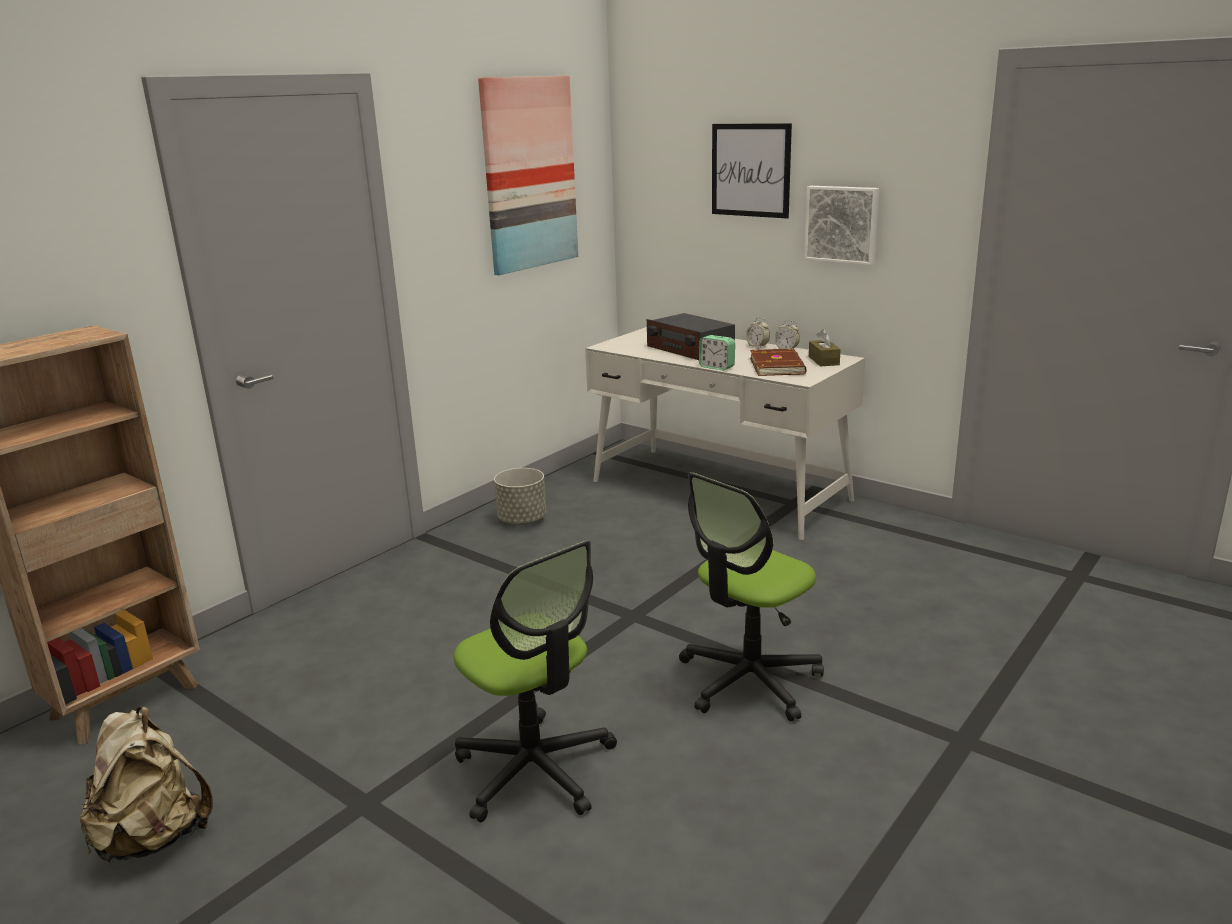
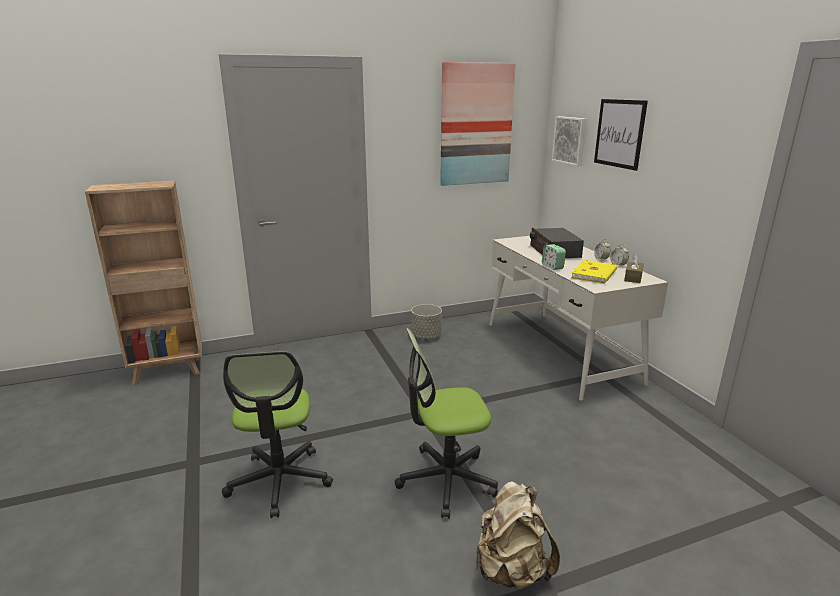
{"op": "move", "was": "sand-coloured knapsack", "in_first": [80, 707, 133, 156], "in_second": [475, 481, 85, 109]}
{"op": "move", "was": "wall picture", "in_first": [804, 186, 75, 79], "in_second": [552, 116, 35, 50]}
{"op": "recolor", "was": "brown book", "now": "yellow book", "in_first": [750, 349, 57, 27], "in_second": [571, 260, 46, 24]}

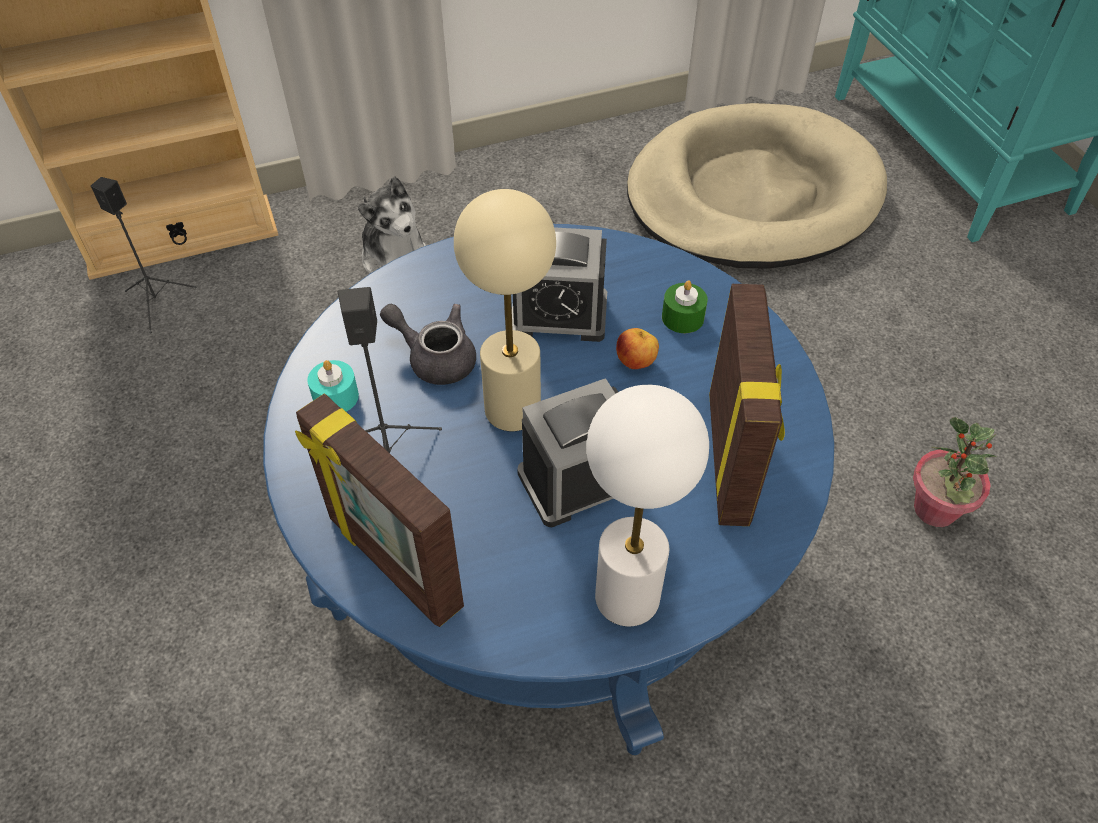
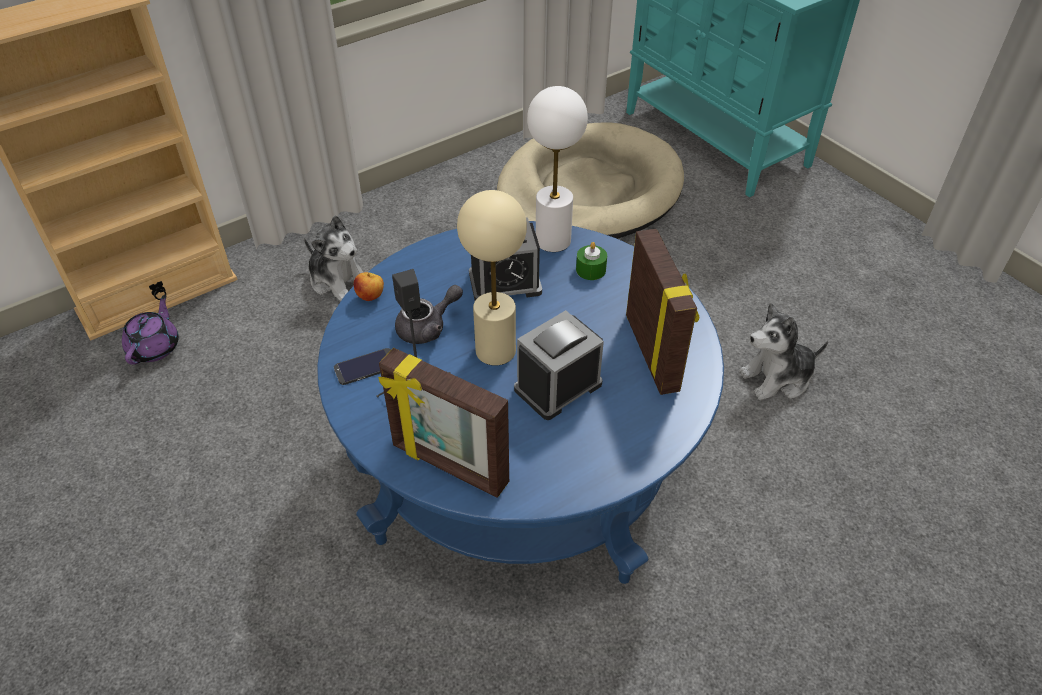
{"op": "move", "was": "whitish tabletop lamp", "in_first": [586, 385, 123, 242], "in_second": [527, 86, 61, 166]}
{"op": "move", "was": "apple fruit", "in_first": [616, 328, 43, 41], "in_second": [354, 272, 30, 29]}
{"op": "replace", "was": "black audio speaker", "now": "purple tea pot", "in_first": [91, 177, 106, 157], "in_second": [122, 294, 57, 71]}
{"op": "replace", "was": "blue-green candle", "now": "telephone", "in_first": [307, 360, 52, 51], "in_second": [334, 348, 57, 37]}
{"op": "replace", "was": "plant in a pot", "now": "soft toy", "in_first": [913, 417, 83, 110], "in_second": [739, 303, 89, 97]}
{"op": "rotate", "was": "greyish tea pot", "in_first": [380, 303, 96, 82], "in_second": [395, 285, 68, 59], "clockwise": 135}

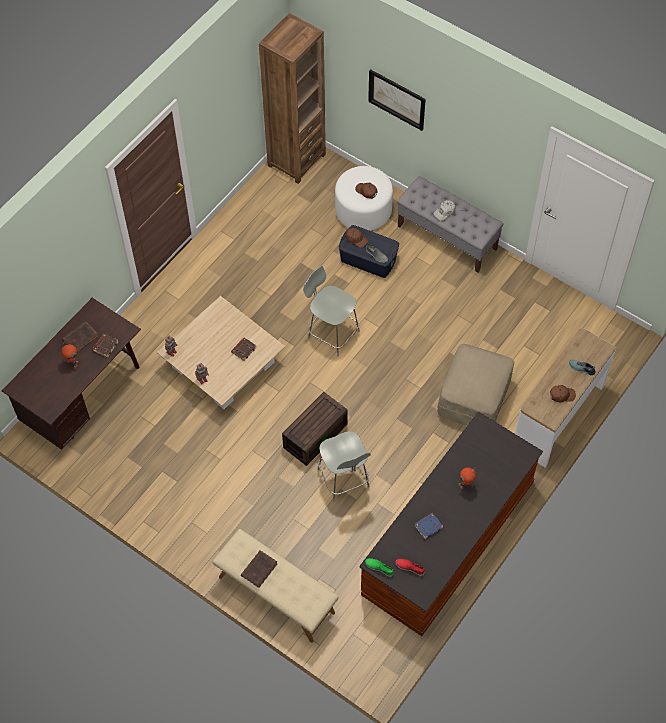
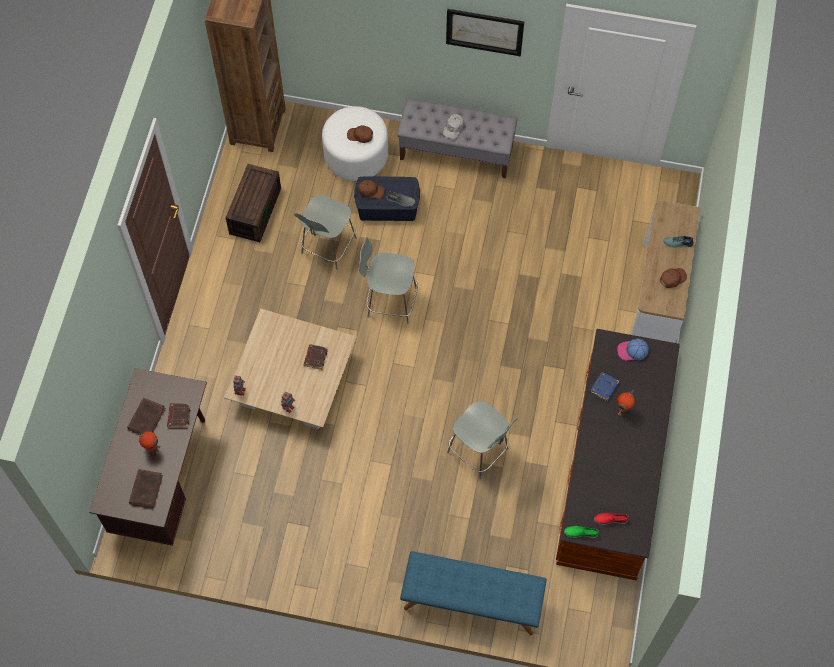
{"op": "delete", "was": "sand-coloured pouffe", "in_first": [438, 344, 76, 81]}
{"op": "insert", "now": "greyish plain chair", "in_second": [294, 195, 63, 75]}
{"op": "insert", "now": "peaked cap", "in_second": [618, 338, 31, 22]}
{"op": "move", "was": "brown book", "in_first": [241, 550, 37, 38], "in_second": [129, 469, 34, 39]}
{"op": "move", "was": "brown storage box", "in_first": [282, 392, 65, 74], "in_second": [226, 164, 55, 78]}
{"op": "move", "was": "wall picture", "in_first": [368, 69, 58, 62], "in_second": [446, 9, 78, 47]}
{"op": "move", "was": "blue-coloured book", "in_first": [414, 513, 29, 26], "in_second": [590, 372, 29, 29]}
{"op": "recolor", "was": "sand-coloured long seat", "now": "blue-coloured long seat", "in_first": [212, 529, 127, 114], "in_second": [400, 551, 147, 84]}

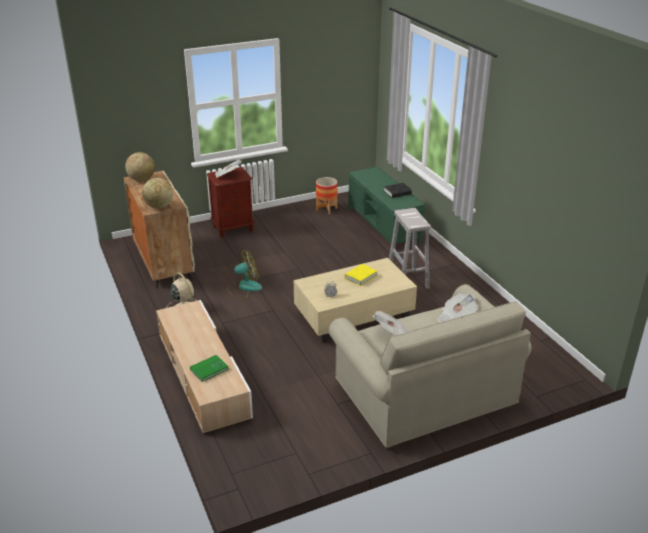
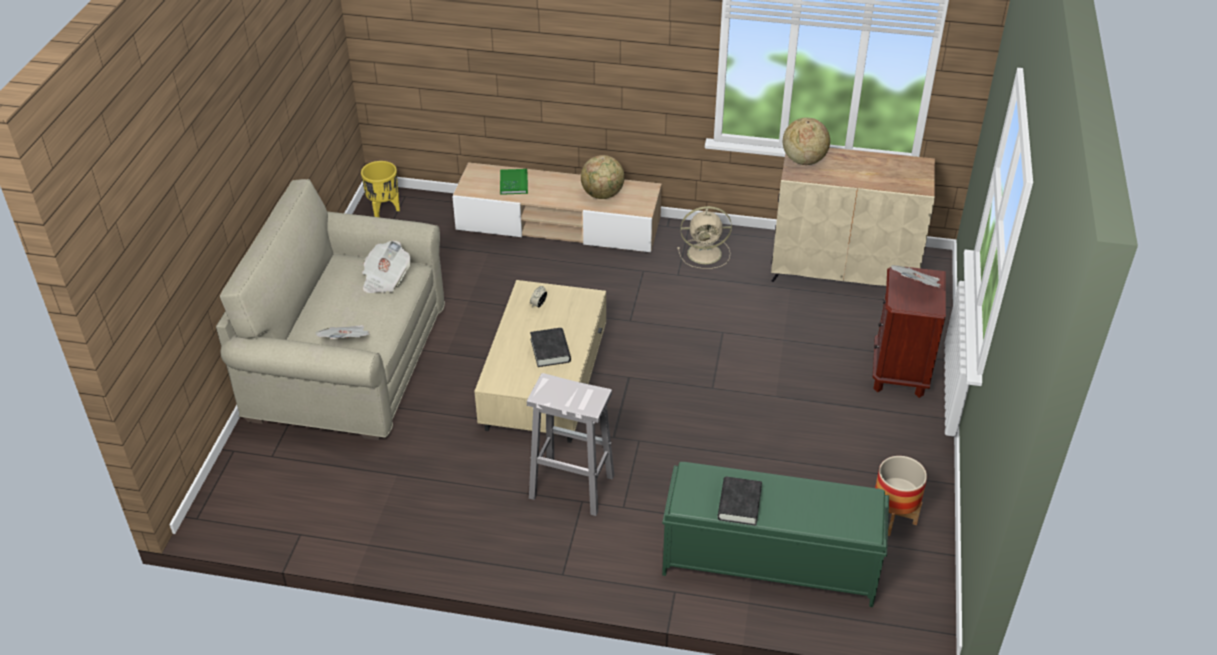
{"op": "delete", "was": "fan", "in_first": [227, 250, 35, 49]}
{"op": "insert", "now": "yellow flower pot", "in_second": [361, 161, 39, 56]}
{"op": "move", "was": "globe", "in_first": [125, 152, 30, 29], "in_second": [581, 155, 43, 44]}
{"op": "recolor", "was": "yellow book", "now": "black book", "in_first": [345, 264, 32, 22], "in_second": [530, 328, 41, 39]}

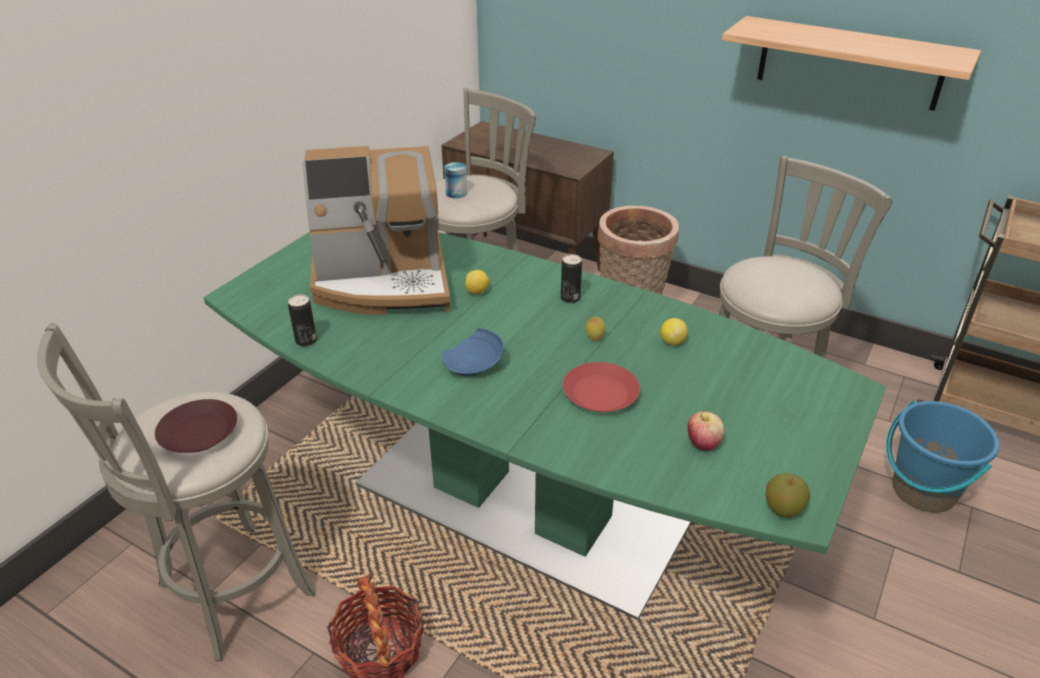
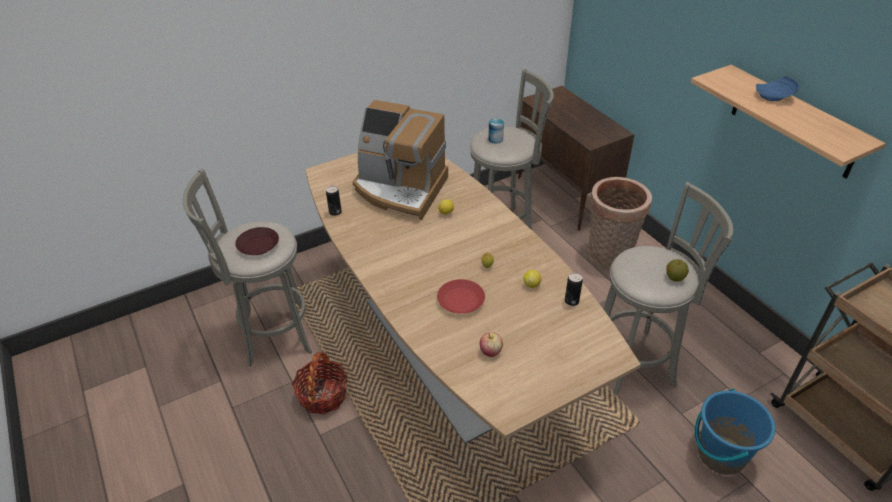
{"op": "move", "was": "blue-coloured flat dish", "in_first": [441, 328, 63, 48], "in_second": [756, 76, 43, 25]}
{"op": "move", "was": "metal can", "in_first": [561, 254, 21, 49], "in_second": [565, 272, 18, 34]}
{"op": "move", "was": "apple fruit", "in_first": [766, 473, 45, 45], "in_second": [666, 259, 23, 23]}
{"op": "recolor", "was": "green-coloured dining table", "now": "brown dining table", "in_first": [203, 232, 683, 388], "in_second": [305, 152, 336, 292]}

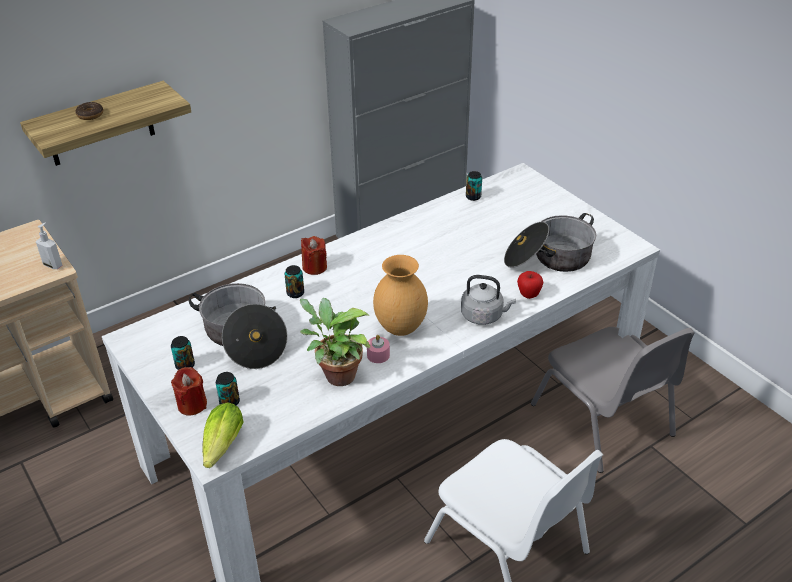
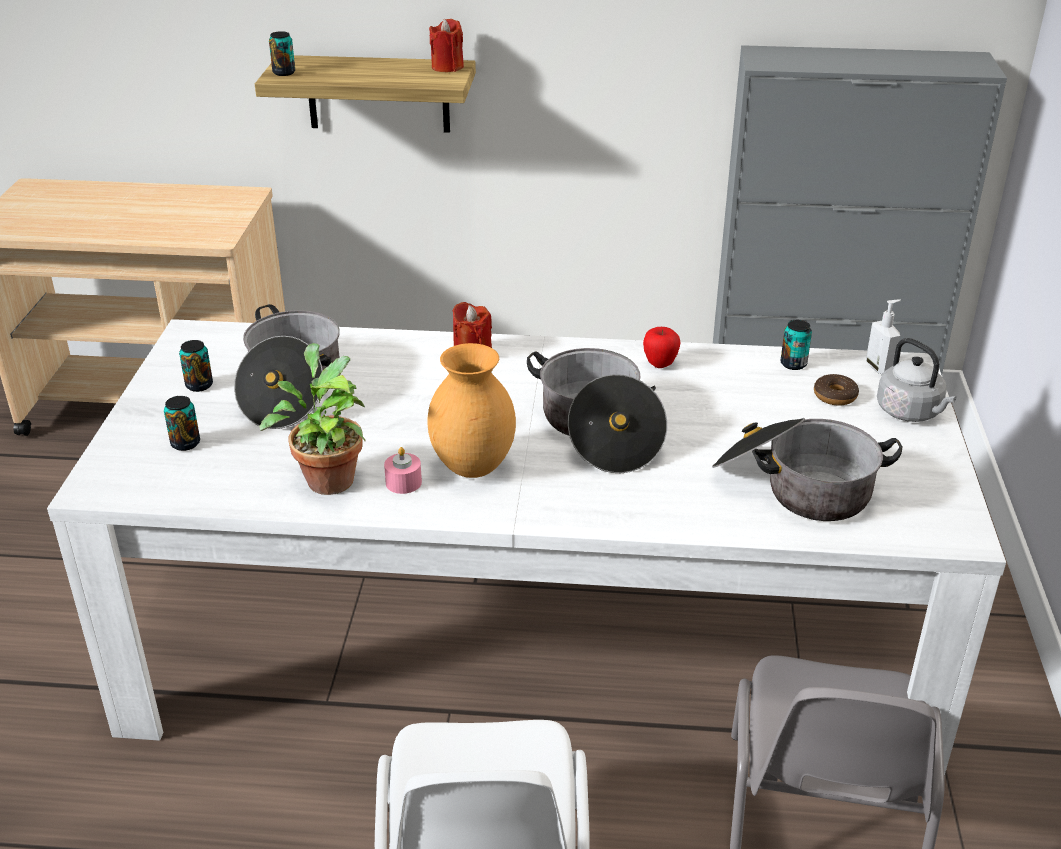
{"op": "delete", "was": "head of lettuce", "in_first": [202, 403, 41, 65]}
{"op": "insert", "now": "saucepot", "in_second": [527, 348, 140, 125]}
{"op": "move", "was": "soap dispenser", "in_first": [36, 222, 27, 47], "in_second": [866, 299, 35, 75]}
{"op": "move", "was": "ring doughnut", "in_first": [75, 102, 28, 18], "in_second": [814, 374, 45, 32]}
{"op": "move", "was": "red candle", "in_first": [171, 367, 36, 49], "in_second": [429, 19, 35, 53]}
{"op": "move", "was": "metal can", "in_first": [284, 265, 20, 33], "in_second": [269, 31, 26, 45]}
{"op": "move", "was": "greyish water kettle", "in_first": [461, 275, 55, 50], "in_second": [877, 338, 79, 84]}
{"op": "move", "was": "apple fruit", "in_first": [517, 271, 26, 28], "in_second": [643, 327, 37, 41]}

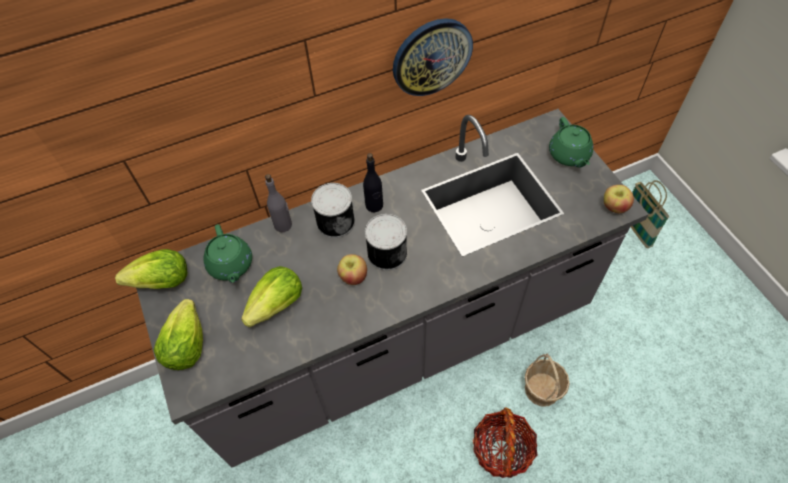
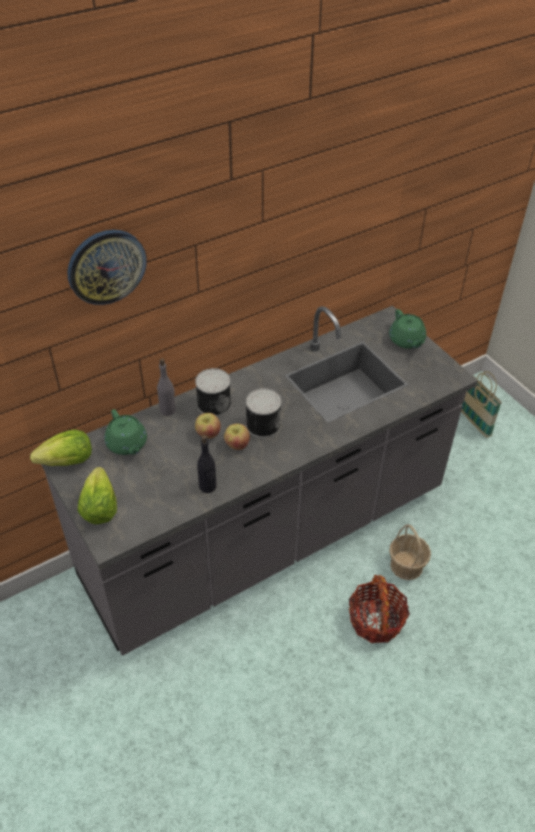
{"op": "delete", "was": "head of lettuce", "in_first": [241, 266, 61, 61]}
{"op": "move", "was": "black drink bottle", "in_first": [363, 153, 20, 59], "in_second": [197, 435, 19, 58]}
{"op": "move", "was": "wall clock", "in_first": [393, 18, 80, 78], "in_second": [67, 230, 80, 75]}
{"op": "move", "was": "apple fruit", "in_first": [604, 185, 30, 28], "in_second": [195, 413, 26, 26]}

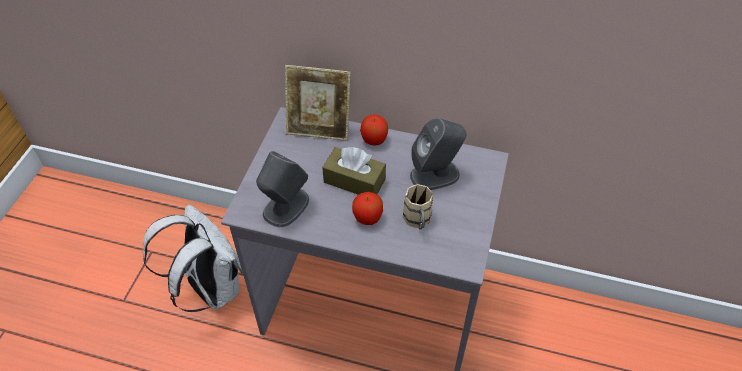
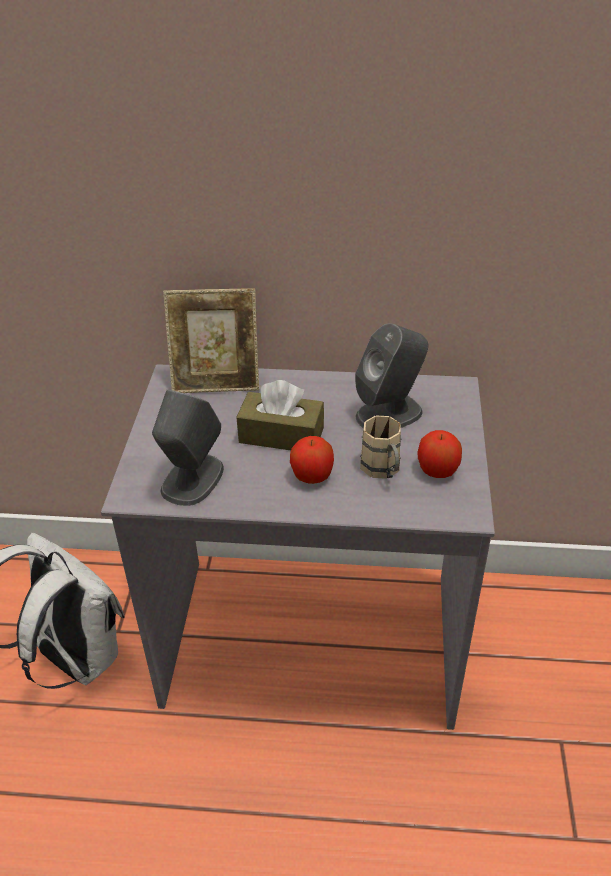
{"op": "move", "was": "apple fruit", "in_first": [360, 115, 28, 31], "in_second": [417, 430, 45, 48]}

